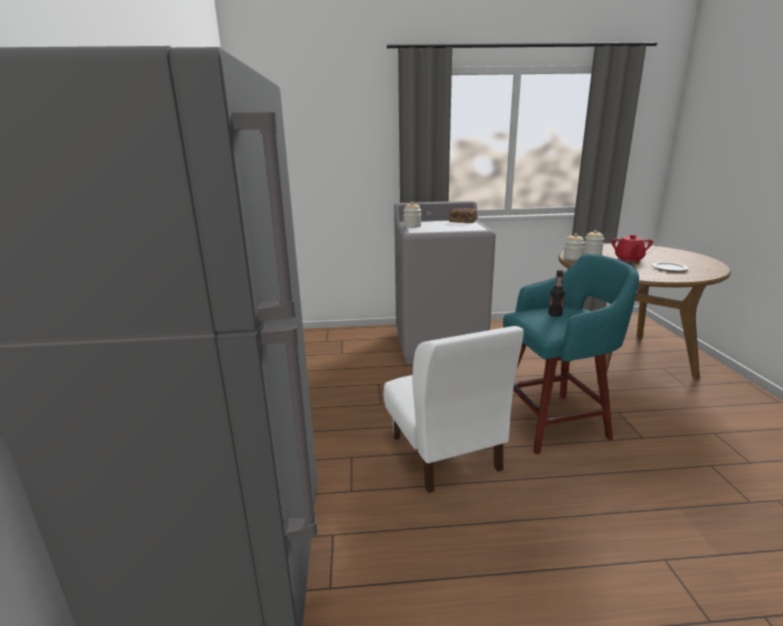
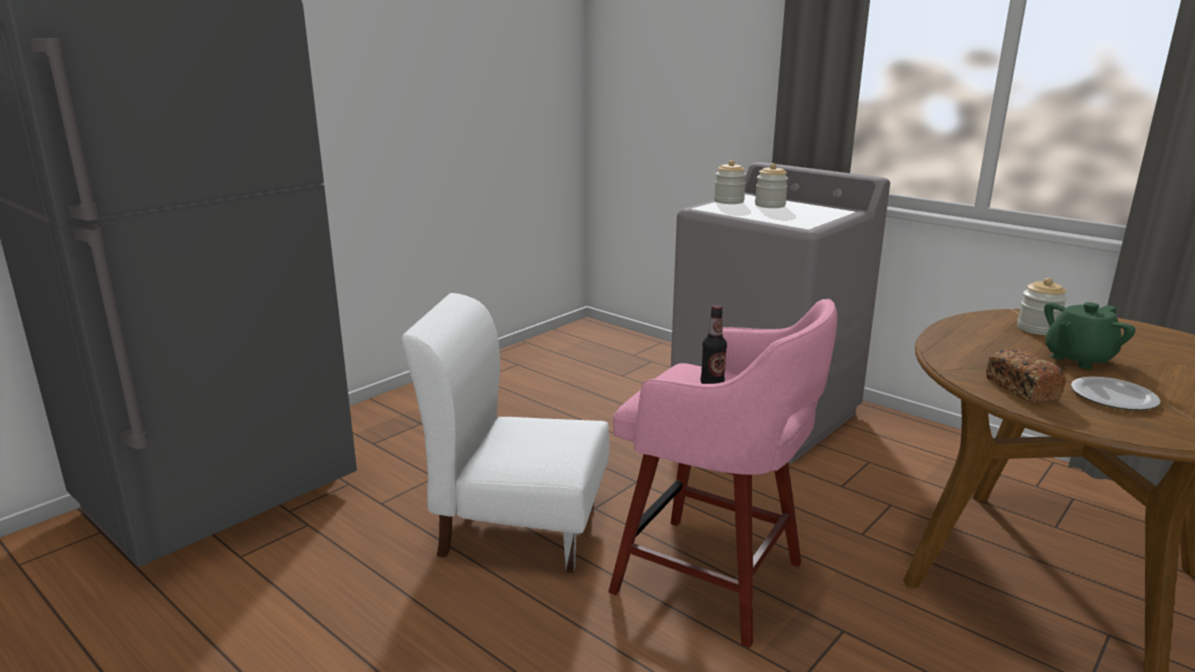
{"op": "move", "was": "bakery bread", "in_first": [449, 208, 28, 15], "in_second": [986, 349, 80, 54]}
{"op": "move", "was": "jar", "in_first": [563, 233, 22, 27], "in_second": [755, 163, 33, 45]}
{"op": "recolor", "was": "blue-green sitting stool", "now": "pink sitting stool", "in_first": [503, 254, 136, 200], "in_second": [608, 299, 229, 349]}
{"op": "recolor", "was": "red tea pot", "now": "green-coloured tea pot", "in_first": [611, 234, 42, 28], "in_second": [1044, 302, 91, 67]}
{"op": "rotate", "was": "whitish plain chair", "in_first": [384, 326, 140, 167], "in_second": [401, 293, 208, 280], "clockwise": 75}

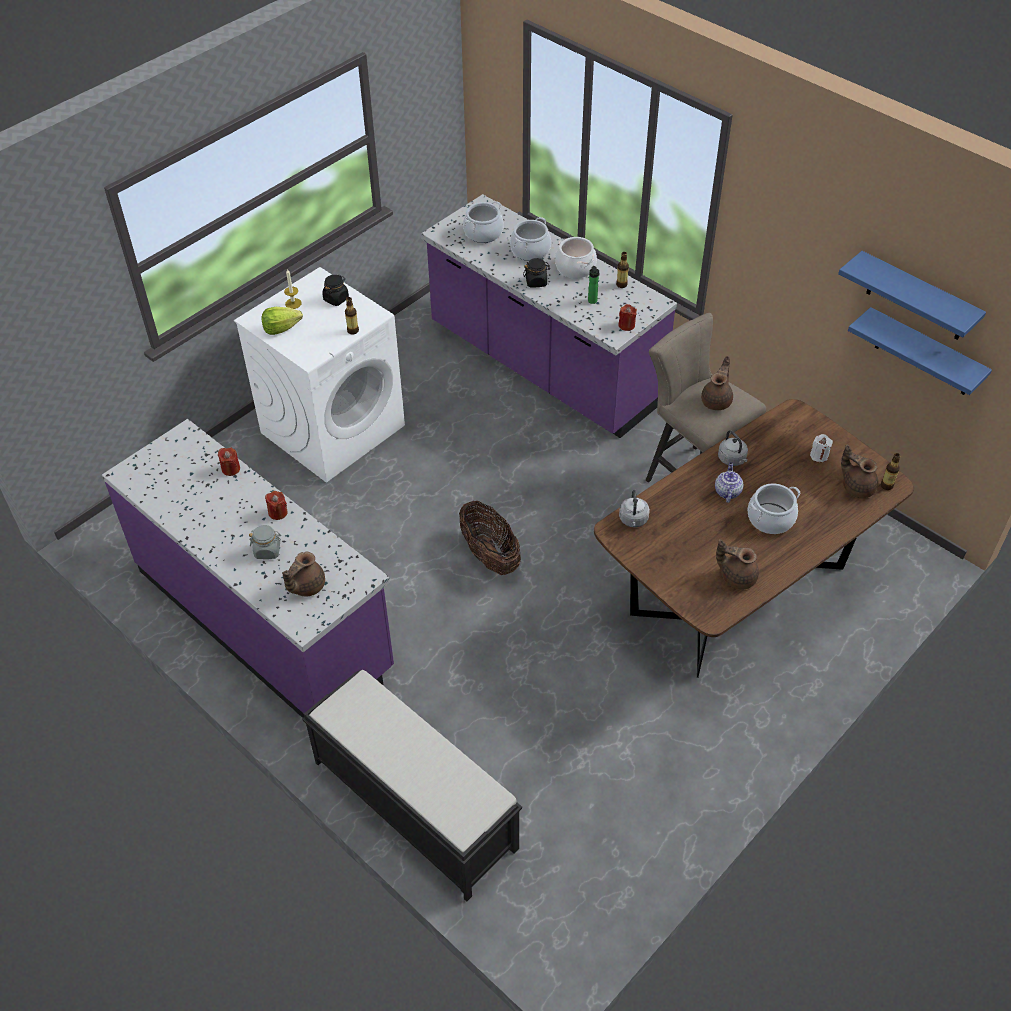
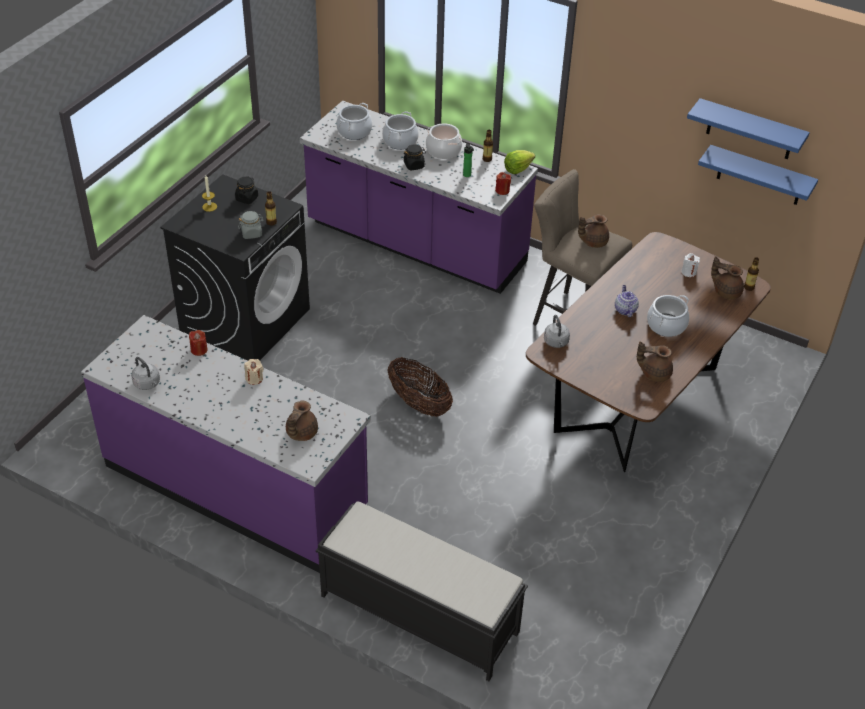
{"op": "move", "was": "greyish jar", "in_first": [249, 525, 32, 34], "in_second": [238, 211, 26, 28]}
{"op": "move", "was": "head of lettuce", "in_first": [262, 307, 41, 28], "in_second": [504, 150, 31, 24]}
{"op": "move", "was": "greyish water kettle", "in_first": [718, 430, 30, 36], "in_second": [131, 357, 29, 33]}
{"op": "recolor", "was": "whitish laundry appliance", "now": "black laundry appliance", "in_first": [234, 267, 171, 216], "in_second": [160, 174, 150, 187]}
{"op": "recolor", "was": "red candle", "now": "sand-coloured candle", "in_first": [265, 491, 23, 29], "in_second": [244, 359, 19, 26]}
{"op": "rotate", "was": "brown tea pot", "in_first": [701, 356, 32, 54], "in_second": [578, 214, 31, 34], "clockwise": -120}

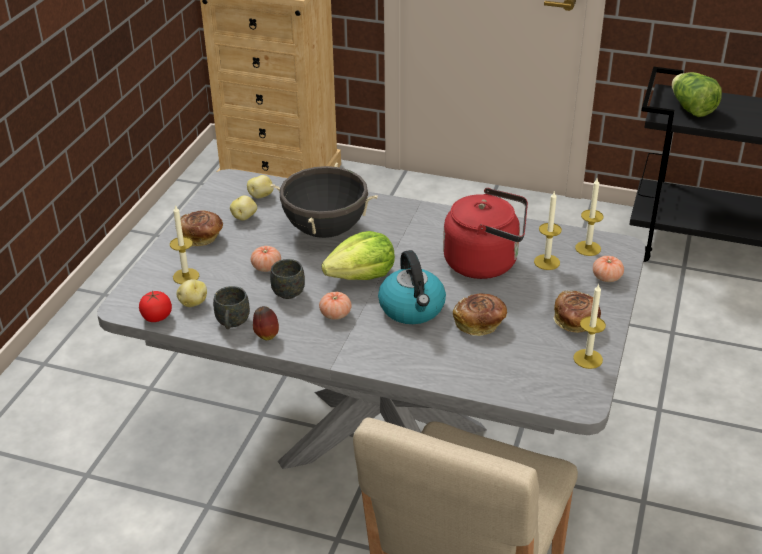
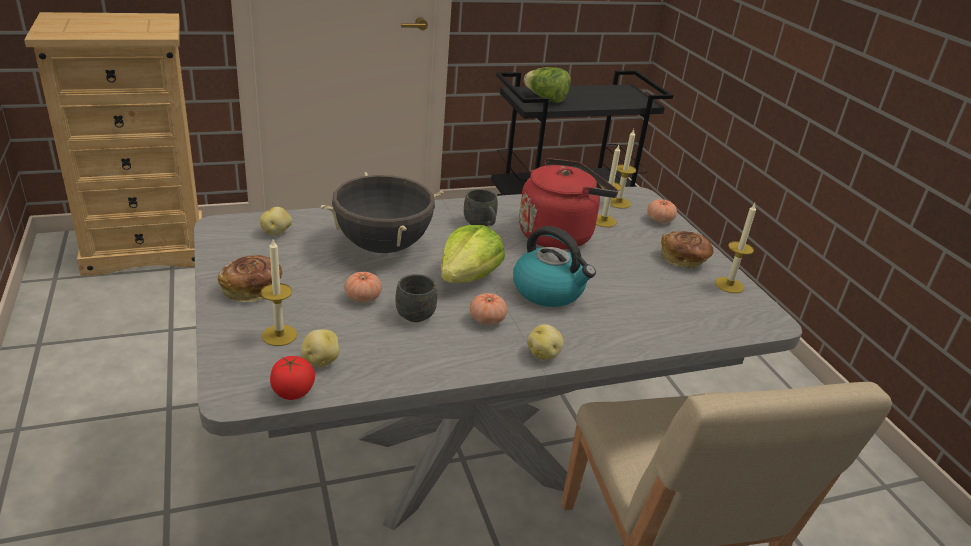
{"op": "delete", "was": "apple fruit", "in_first": [253, 306, 26, 34]}
{"op": "delete", "was": "bakery bread", "in_first": [453, 294, 54, 42]}
{"op": "move", "was": "greyish mug", "in_first": [213, 286, 37, 43], "in_second": [464, 189, 34, 37]}
{"op": "move", "was": "whole potato", "in_first": [230, 195, 27, 25], "in_second": [527, 324, 36, 36]}

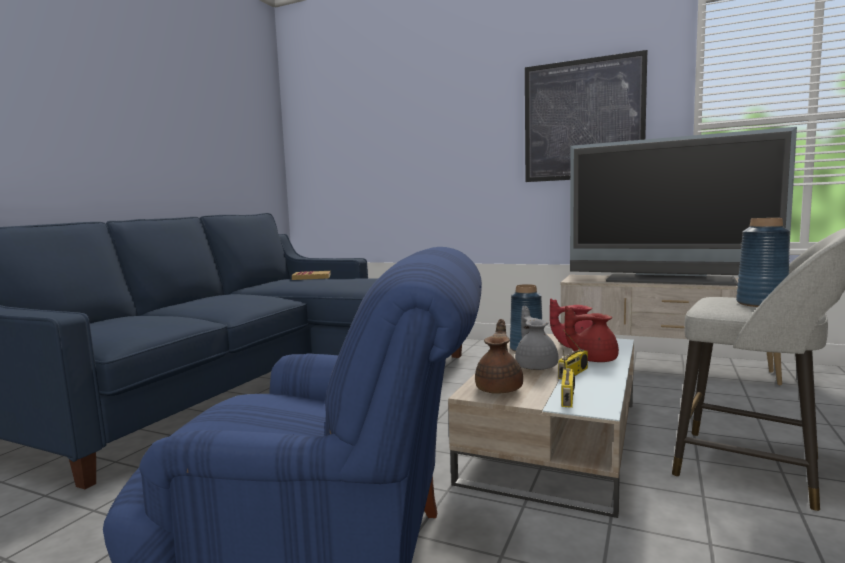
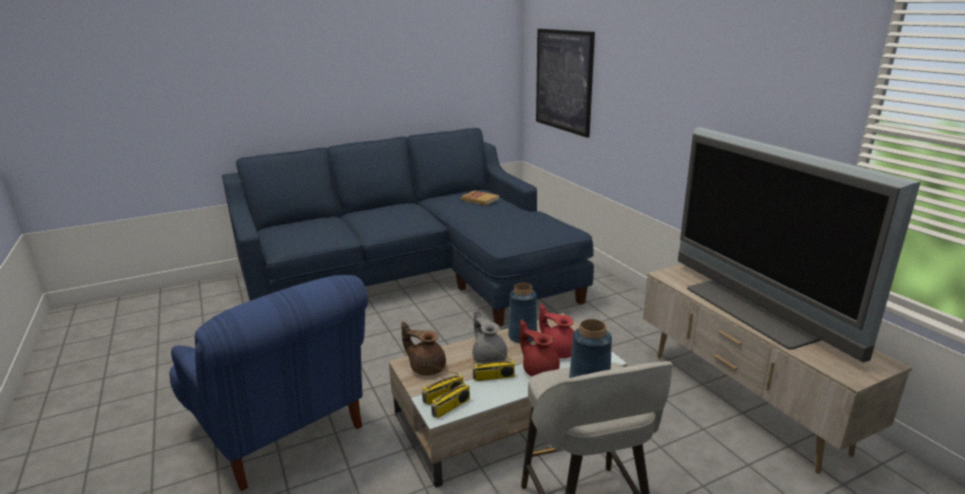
{"op": "insert", "now": "radio set", "in_second": [431, 376, 39, 42]}
{"op": "move", "was": "wall picture", "in_first": [525, 50, 122, 132], "in_second": [536, 29, 59, 109]}
{"op": "rotate", "was": "brown tea pot", "in_first": [475, 319, 48, 75], "in_second": [401, 322, 45, 54], "clockwise": -120}
{"op": "rotate", "was": "greyish tea pot", "in_first": [515, 306, 43, 64], "in_second": [472, 307, 35, 56], "clockwise": -60}

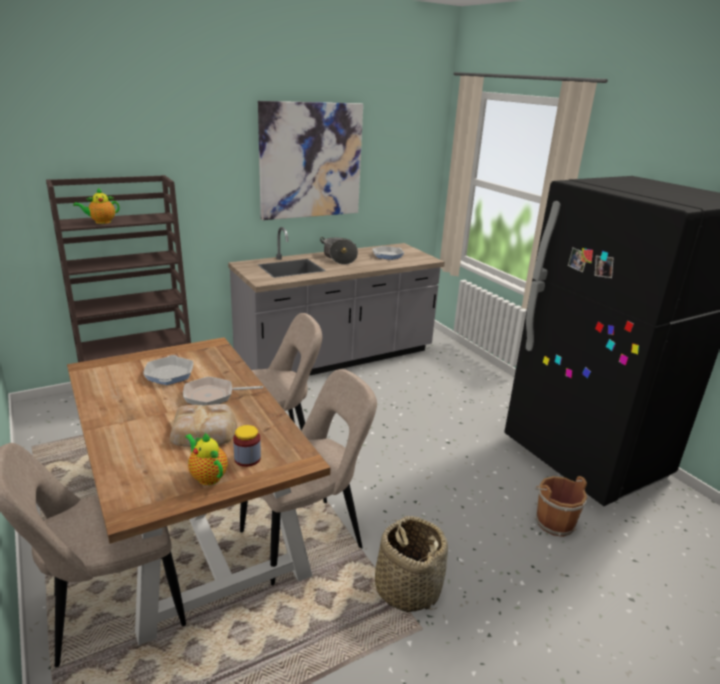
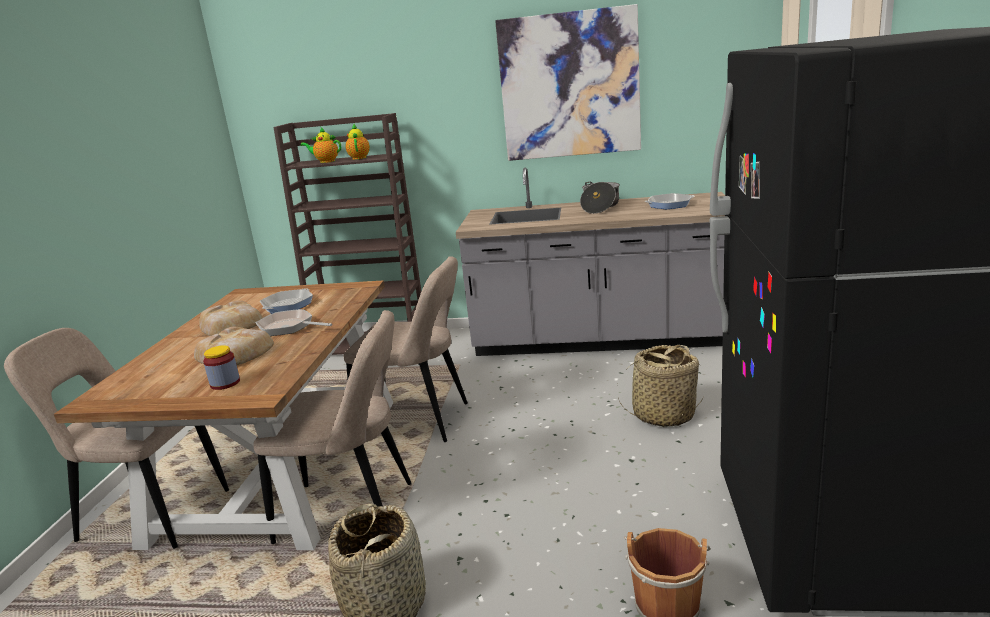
{"op": "insert", "now": "bakery bread", "in_second": [199, 300, 64, 36]}
{"op": "insert", "now": "storage basket", "in_second": [618, 345, 84, 82]}
{"op": "move", "was": "tea pot", "in_first": [185, 432, 43, 53], "in_second": [345, 124, 25, 36]}

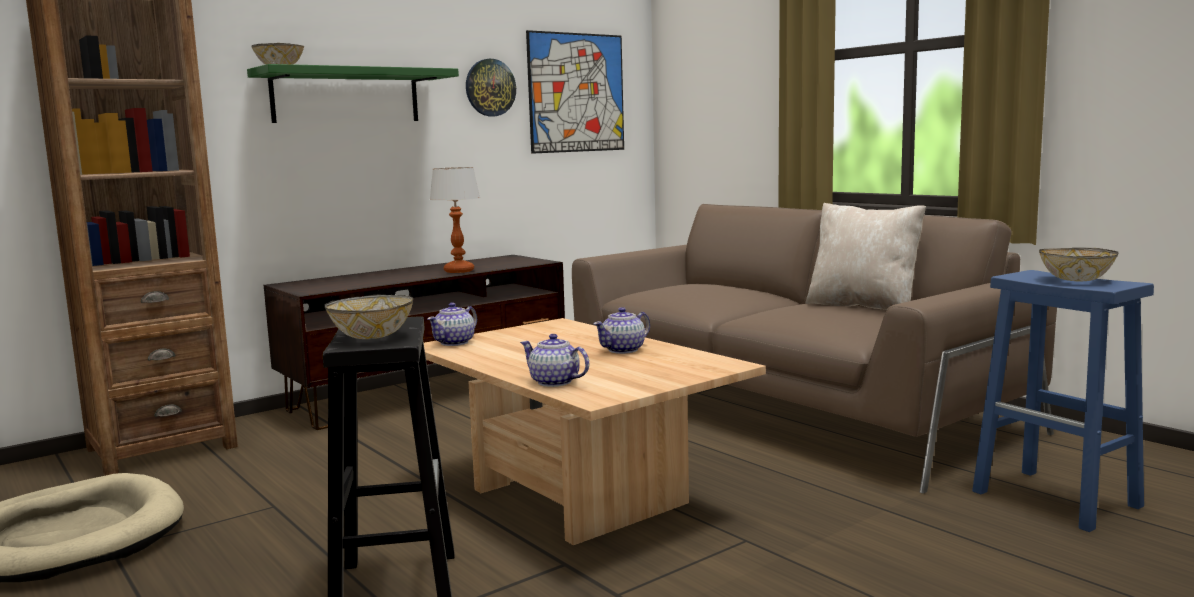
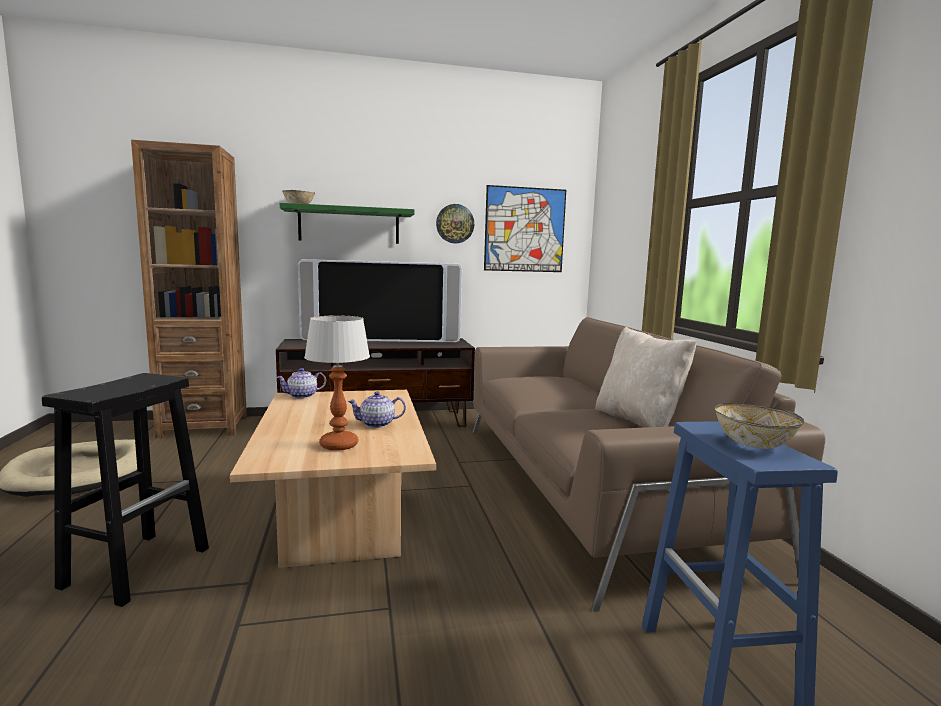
{"op": "delete", "was": "bowl", "in_first": [325, 295, 88, 44]}
{"op": "delete", "was": "tea pot", "in_first": [520, 334, 69, 53]}
{"op": "insert", "now": "TV", "in_second": [298, 259, 164, 83]}
{"op": "move", "was": "tabletop lamp", "in_first": [430, 167, 50, 106], "in_second": [304, 315, 66, 136]}

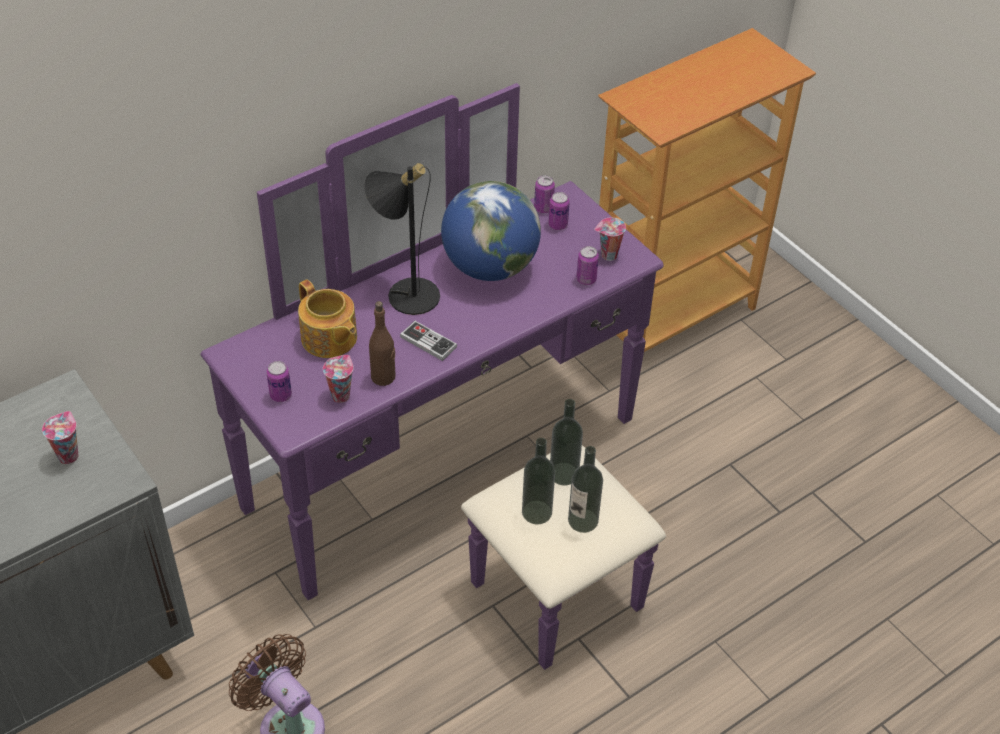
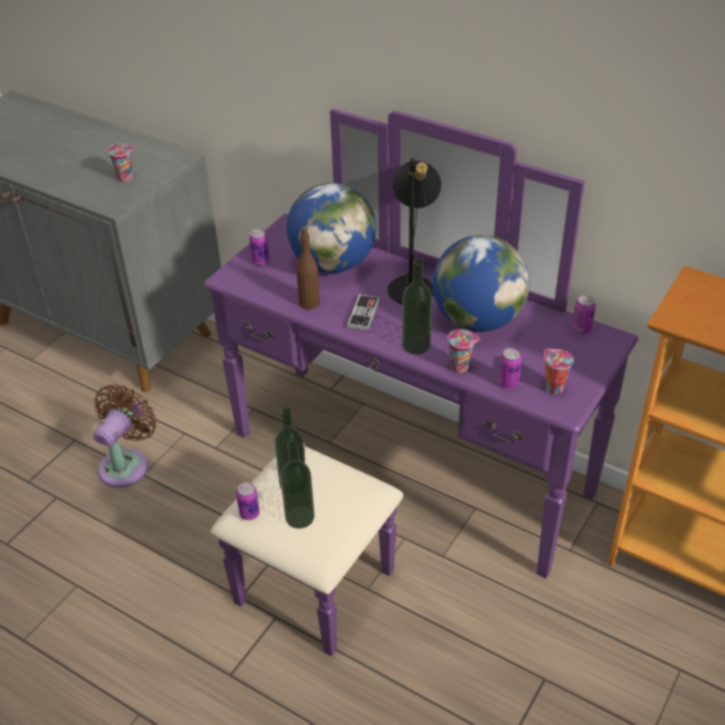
{"op": "move", "was": "small cup", "in_first": [323, 355, 31, 48], "in_second": [447, 329, 34, 44]}
{"op": "move", "was": "metal can", "in_first": [548, 192, 22, 38], "in_second": [236, 482, 24, 38]}
{"op": "move", "was": "drink bottle", "in_first": [550, 399, 33, 86], "in_second": [402, 259, 30, 95]}
{"op": "replace", "was": "tea pot", "now": "globe", "in_first": [298, 279, 59, 79], "in_second": [286, 183, 90, 90]}

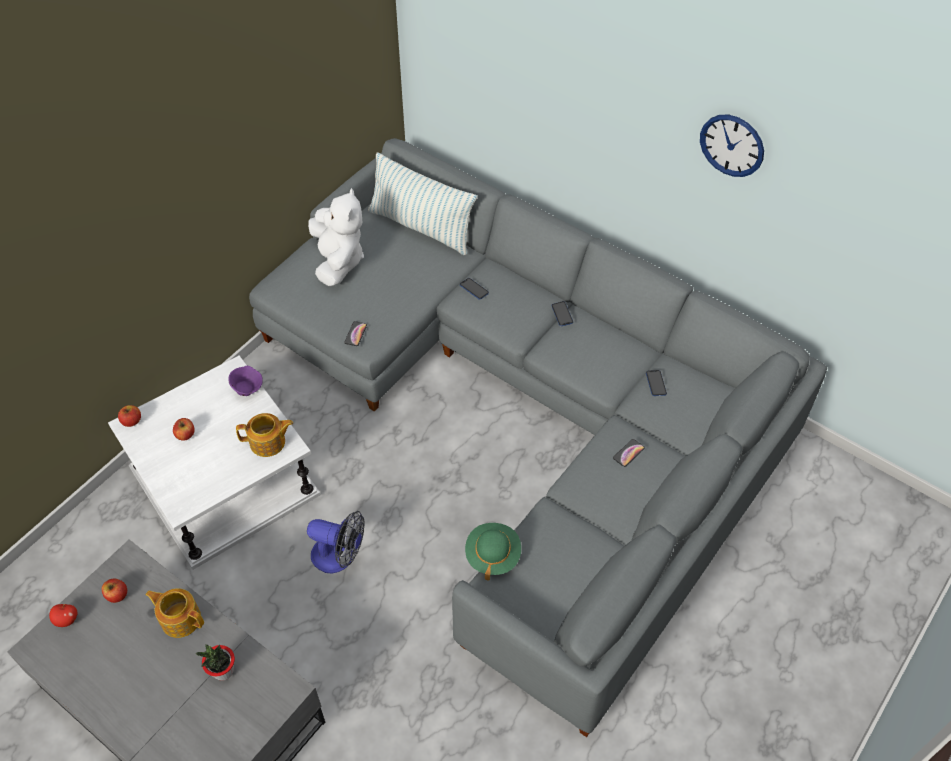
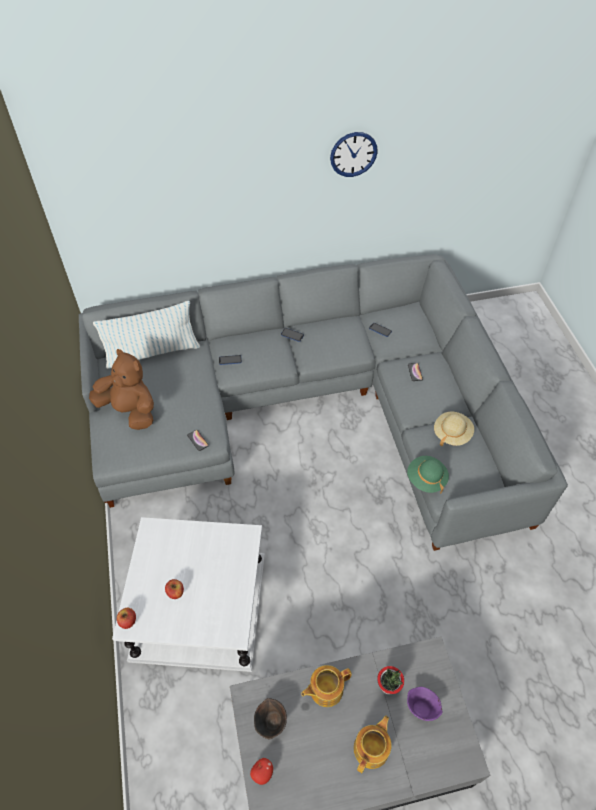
{"op": "delete", "was": "fan", "in_first": [307, 511, 58, 62]}
{"op": "insert", "now": "sand-coloured clothing hat", "in_second": [434, 411, 40, 36]}
{"op": "move", "was": "purple bowl", "in_first": [228, 366, 35, 30], "in_second": [407, 687, 35, 34]}
{"op": "move", "was": "tea pot", "in_first": [236, 413, 57, 44], "in_second": [354, 716, 38, 57]}
{"op": "replace", "was": "apple fruit", "now": "brown bowl", "in_first": [102, 579, 25, 24], "in_second": [254, 698, 33, 41]}
{"op": "recolor", "was": "whitish soft toy", "now": "brown soft toy", "in_first": [308, 188, 56, 98], "in_second": [89, 349, 65, 81]}

